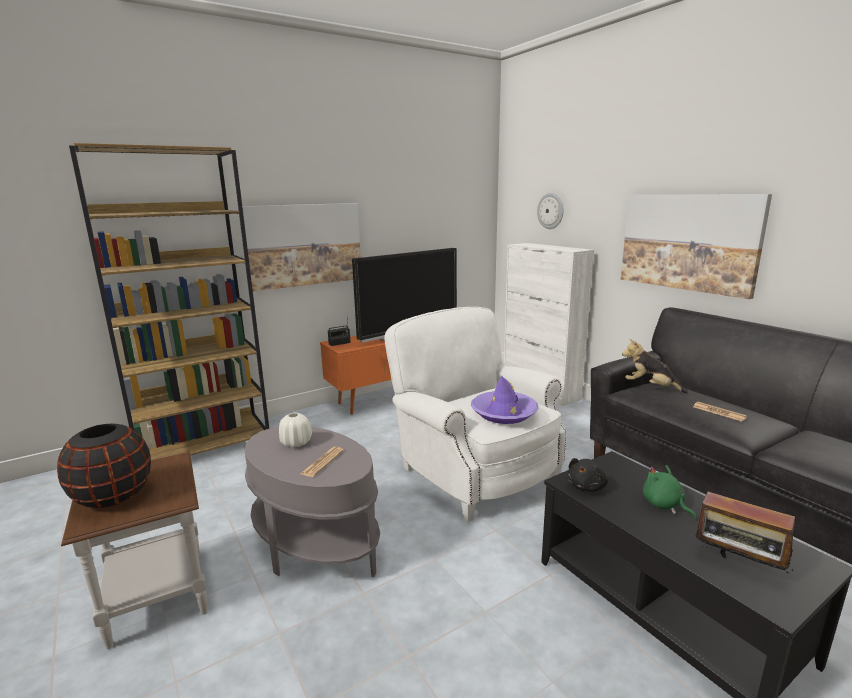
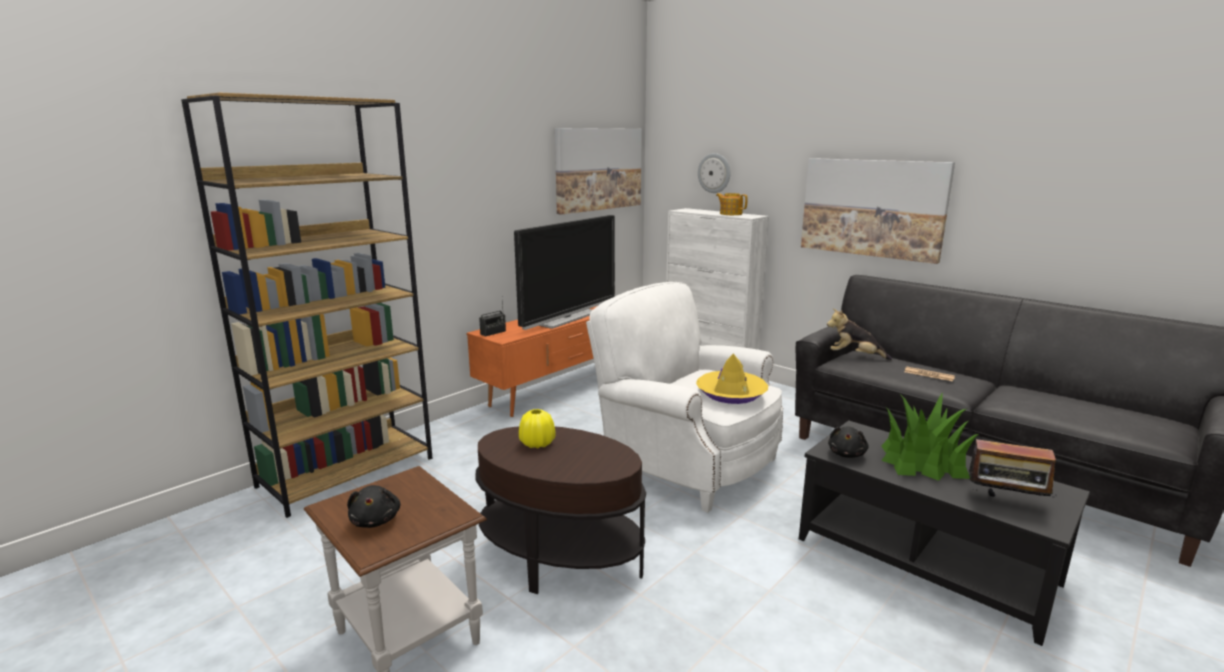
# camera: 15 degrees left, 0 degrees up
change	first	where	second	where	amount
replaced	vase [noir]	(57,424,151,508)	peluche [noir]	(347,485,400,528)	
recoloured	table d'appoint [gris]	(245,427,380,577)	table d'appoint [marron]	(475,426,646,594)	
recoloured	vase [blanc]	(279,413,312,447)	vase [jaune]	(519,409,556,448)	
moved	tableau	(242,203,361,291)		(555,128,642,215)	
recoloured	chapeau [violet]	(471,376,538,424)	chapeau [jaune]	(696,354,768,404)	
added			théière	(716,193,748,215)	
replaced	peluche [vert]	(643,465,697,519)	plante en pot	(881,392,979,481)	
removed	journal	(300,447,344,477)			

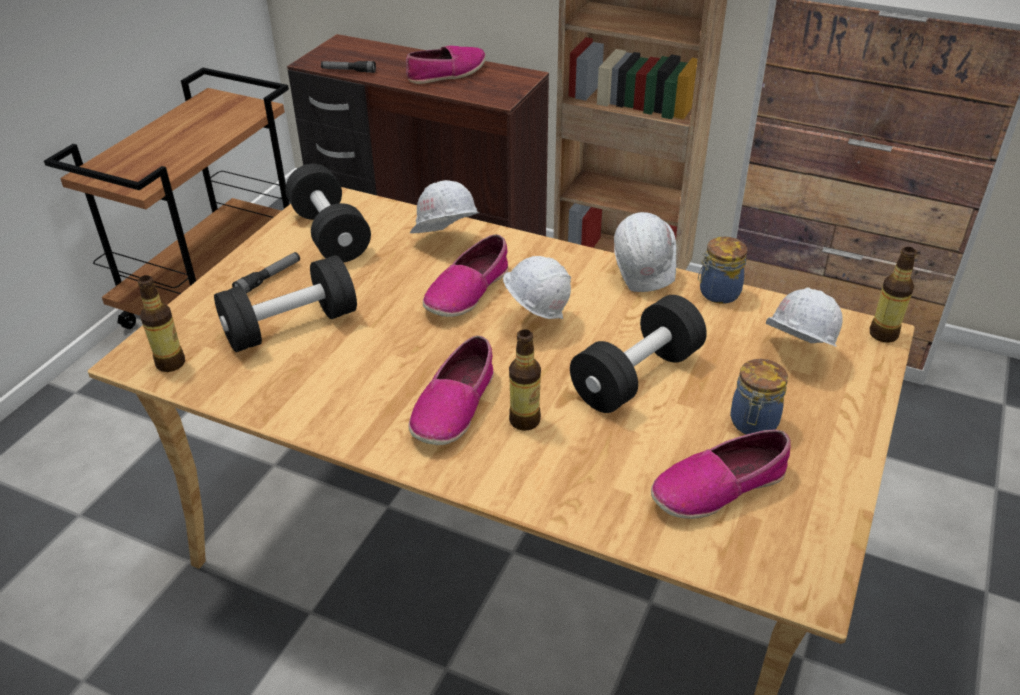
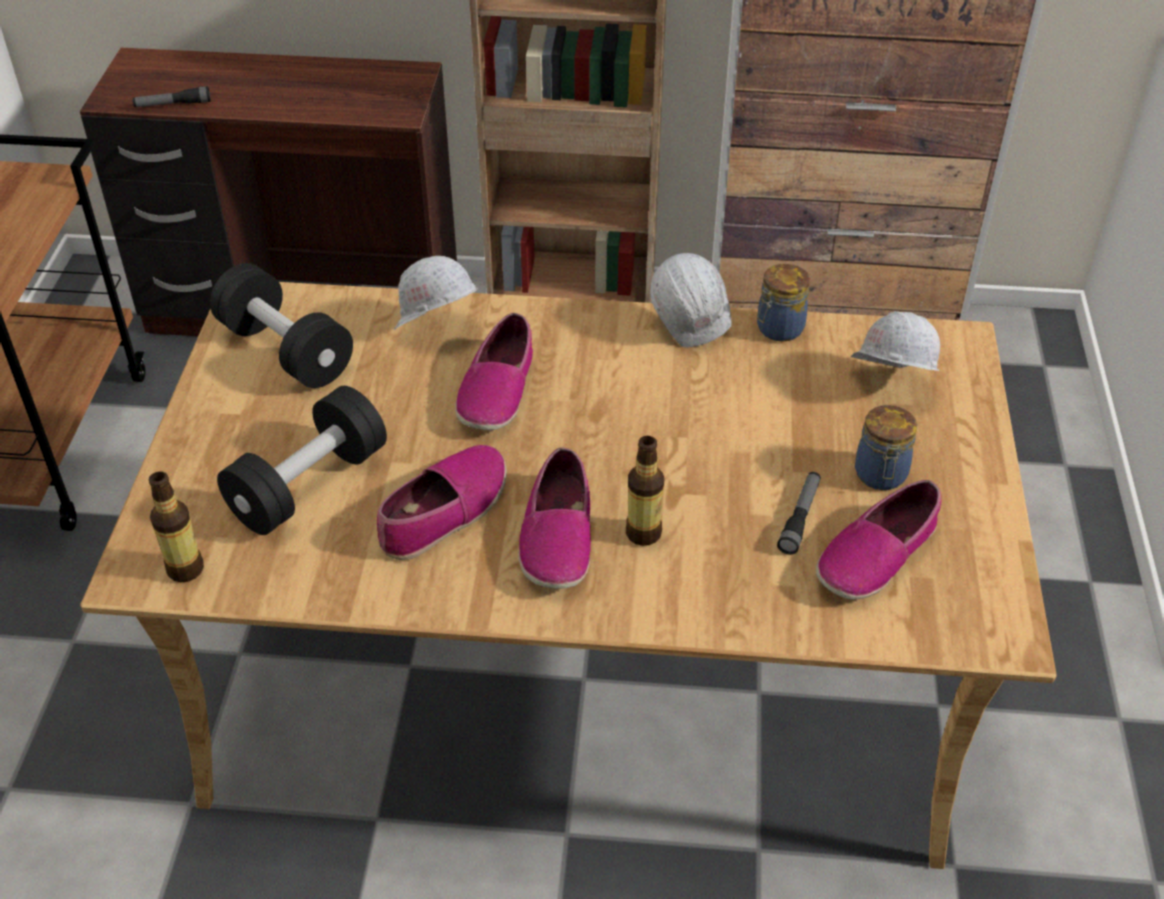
# camera: 20 degrees left, 5 degrees up
change	first	where	second	where	amount
moved	chaussure	(406,46,486,84)		(377,445,506,560)	
moved	lampe de poche	(232,252,300,293)		(777,472,820,555)	
removed	casque de chantier [blanc]	(503,256,571,319)			
removed	haltère [noir]	(570,295,707,413)			
removed	bouteille	(870,247,917,343)			

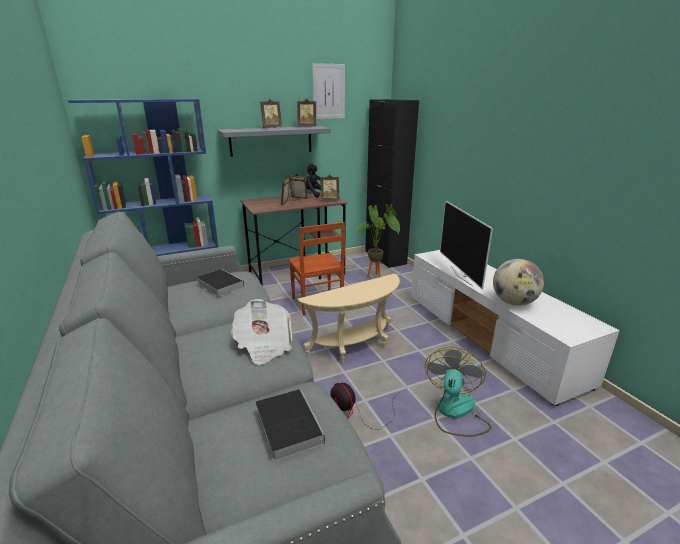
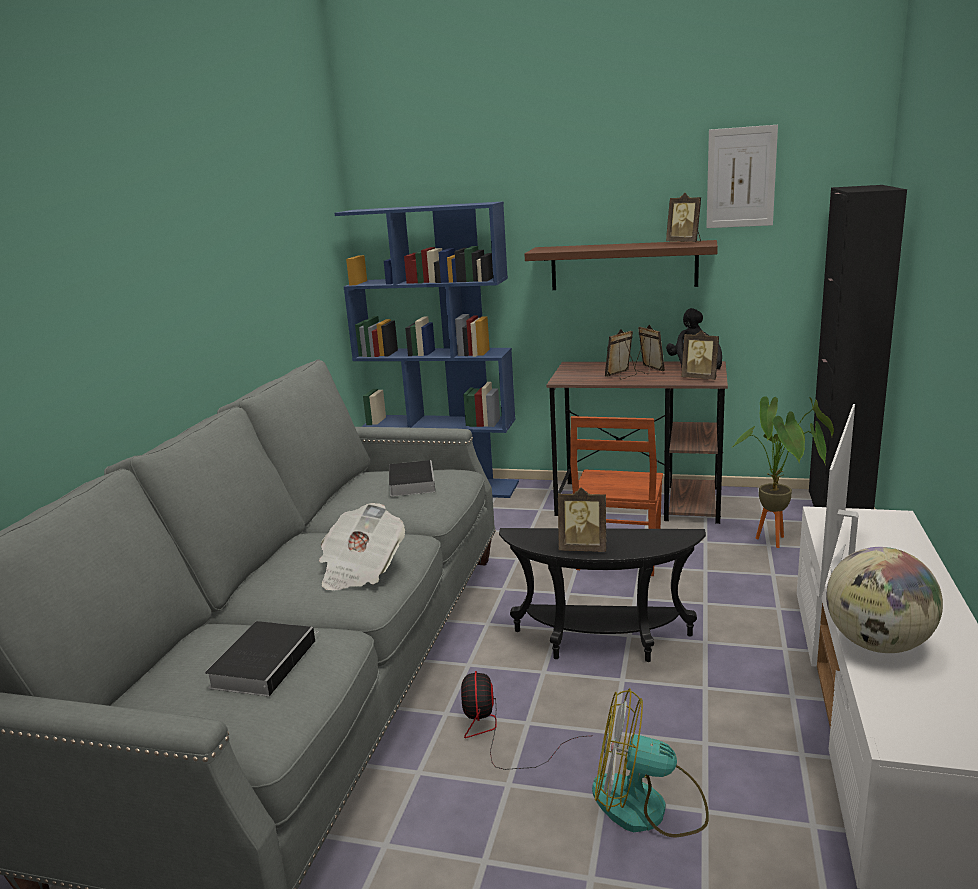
# camera: 40 degrees right, 5 degrees down
change	first	where	second	where	amount
recoloured	table d'appoint [beige]	(297,274,400,363)	table d'appoint [noir]	(499,528,706,662)	
recoloured	étagère [gris]	(217,126,331,157)	étagère [marron]	(525,240,718,290)	
moved	cadre photo	(260,99,282,128)		(558,487,606,552)	
turned	ventilateur	(425,347,491,437)		(592,688,709,838)	135 degrees counterclockwise

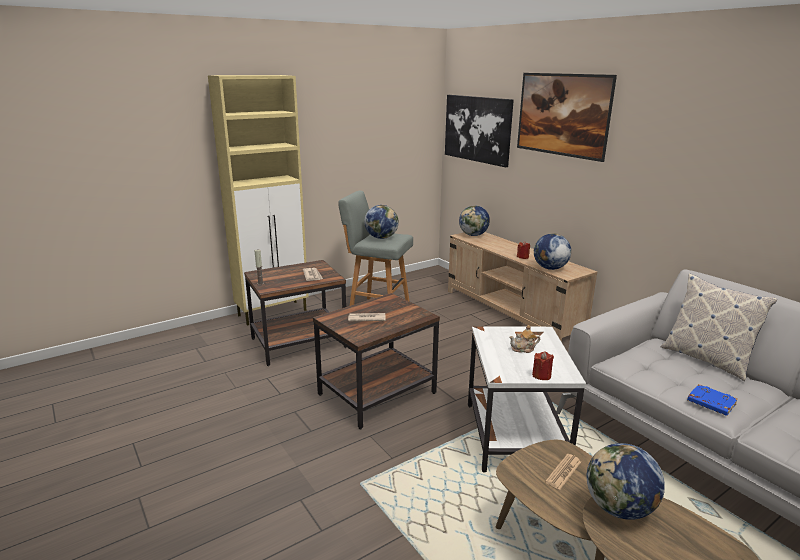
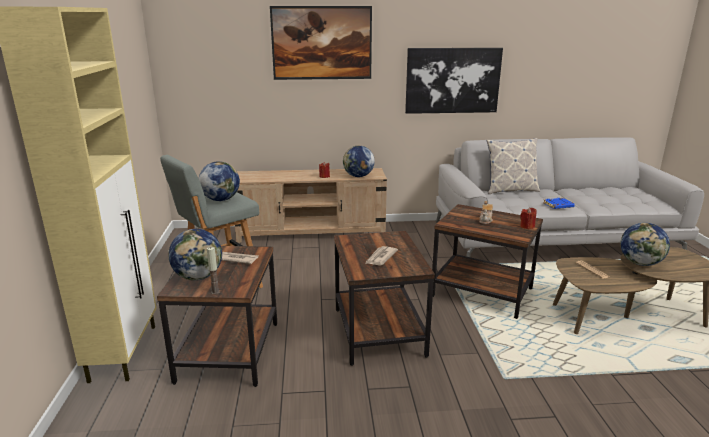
# camera: 60 degrees left, 0 degrees up
change	first	where	second	where	amount
moved	globe	(459,205,490,236)		(168,229,222,281)	
moved	tableau	(445,95,514,167)		(405,48,503,114)	
recoloured	table d'appoint [blanc]	(468,326,586,473)	table d'appoint [marron]	(432,204,543,319)	

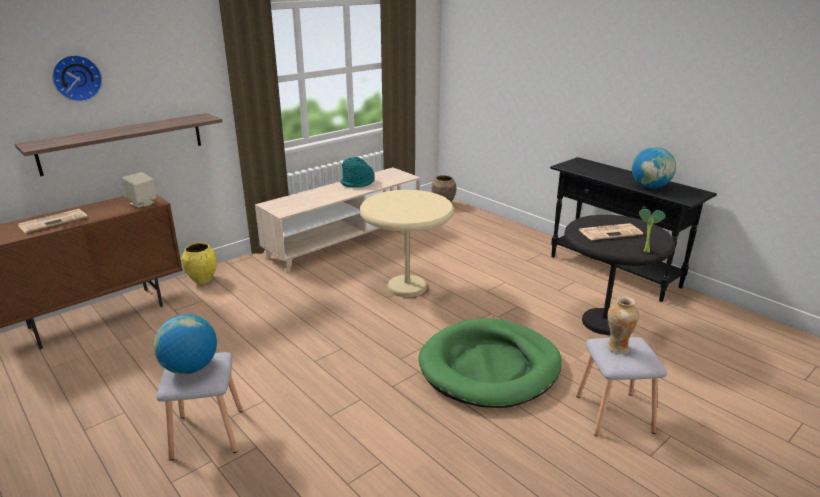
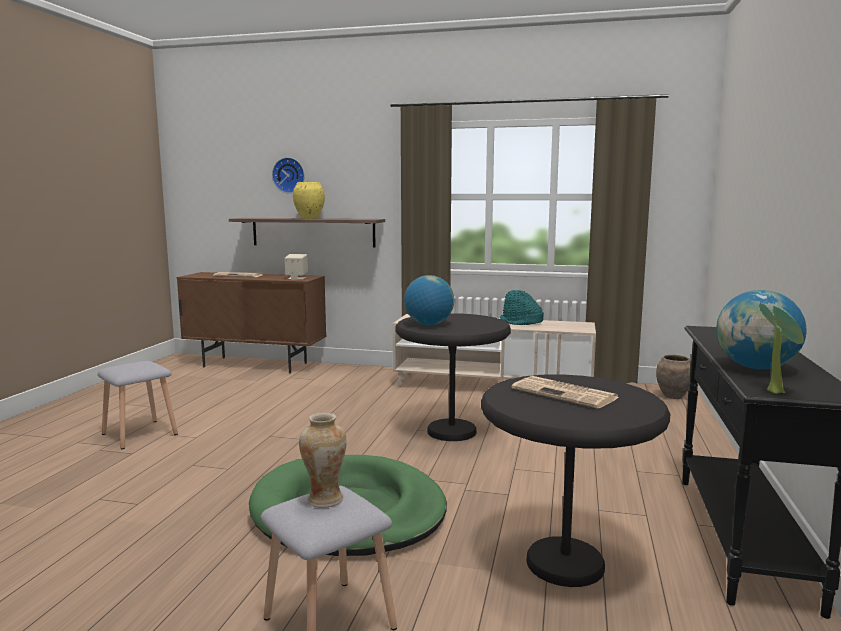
# camera: 55 degrees right, 15 degrees down
change	first	where	second	where	amount
moved	vase [jaune]	(182,243,217,284)		(293,182,325,219)	
recoloured	table d'appoint [beige]	(360,190,454,297)	table d'appoint [noir]	(395,313,511,441)	
moved	globe	(154,314,217,374)		(404,275,454,325)	
moved	plante en pot	(639,209,666,253)		(759,303,804,394)	

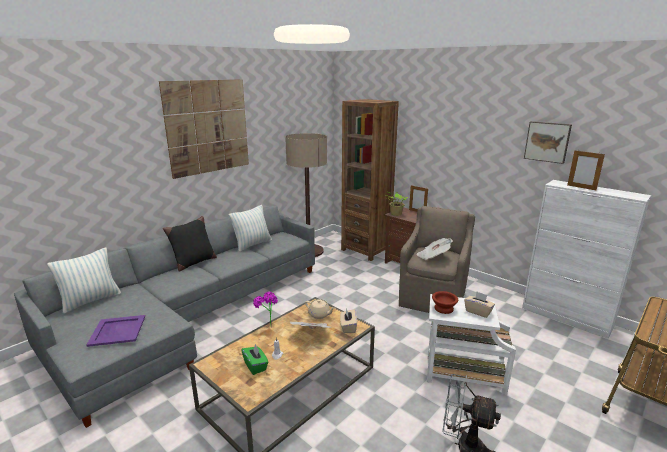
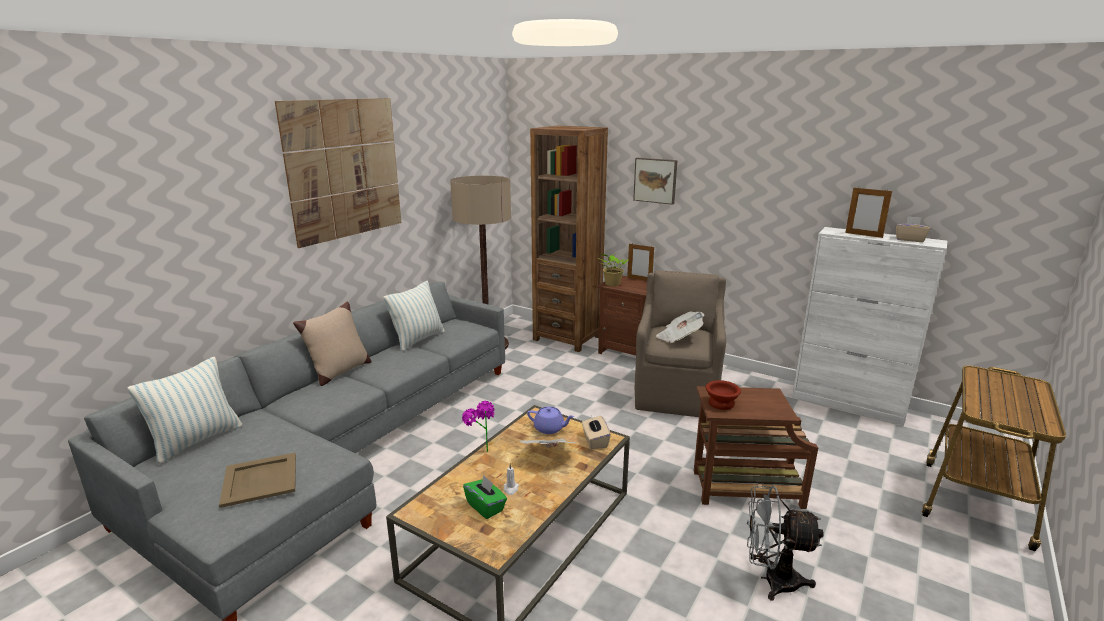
# camera: 10 degrees left, 0 degrees up
change	first	where	second	where	amount
recoloured	plateau [violet]	(86,315,145,347)	plateau [beige]	(219,453,296,508)	
recoloured	coussin [noir]	(163,216,217,272)	coussin [beige]	(293,302,372,386)	
recoloured	théière [beige]	(305,299,335,319)	théière [violet]	(527,407,574,434)	
moved	tableau	(524,121,572,164)		(633,158,678,205)	
recoloured	table d'appoint [blanc]	(427,294,516,395)	table d'appoint [marron]	(694,386,818,509)	
moved	boîte à mouchoirs [beige]	(464,291,495,318)		(895,216,930,242)	

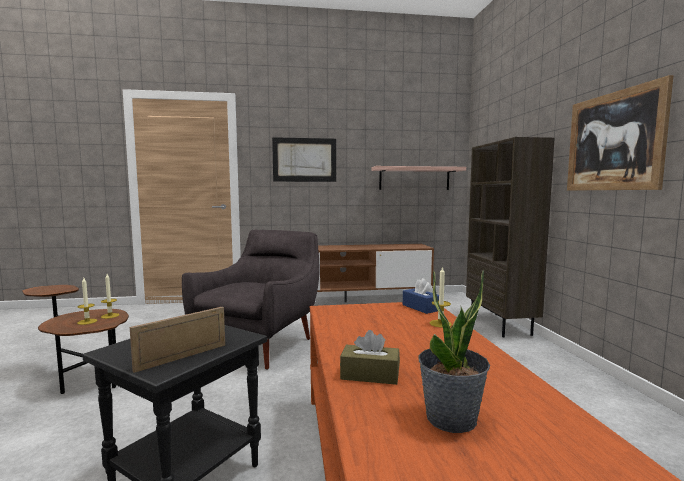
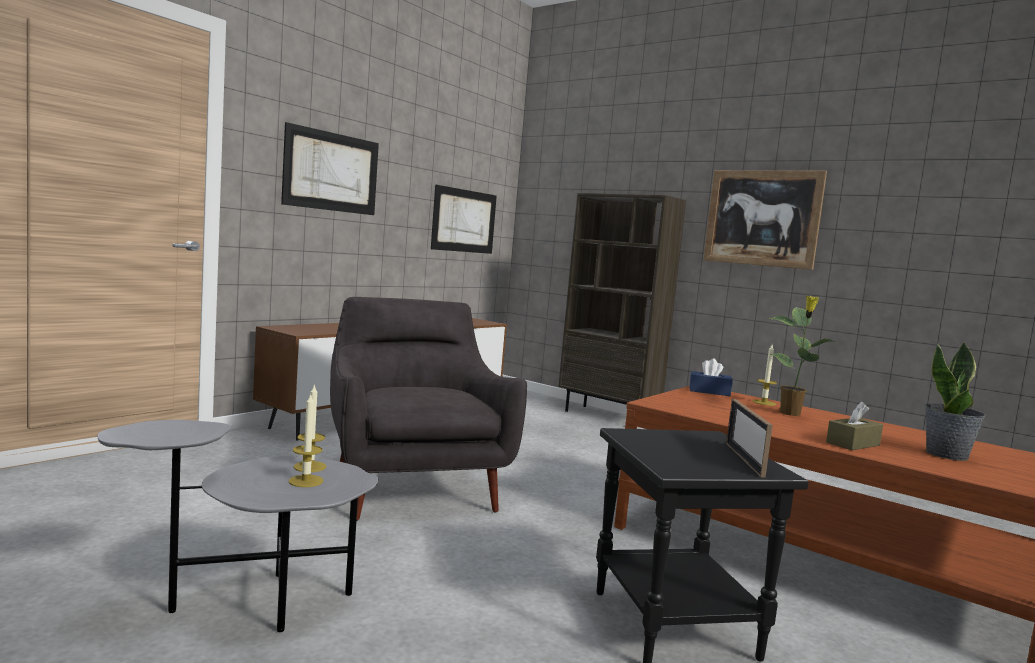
# camera: 45 degrees left, 0 degrees up
change	first	where	second	where	amount
recoloured	table d'appoint [marron]	(22,285,129,394)	table d'appoint [gris]	(97,420,378,632)	
replaced	étagère	(371,166,466,190)	tableau	(431,185,497,254)	
added			plante en pot	(769,296,837,416)	

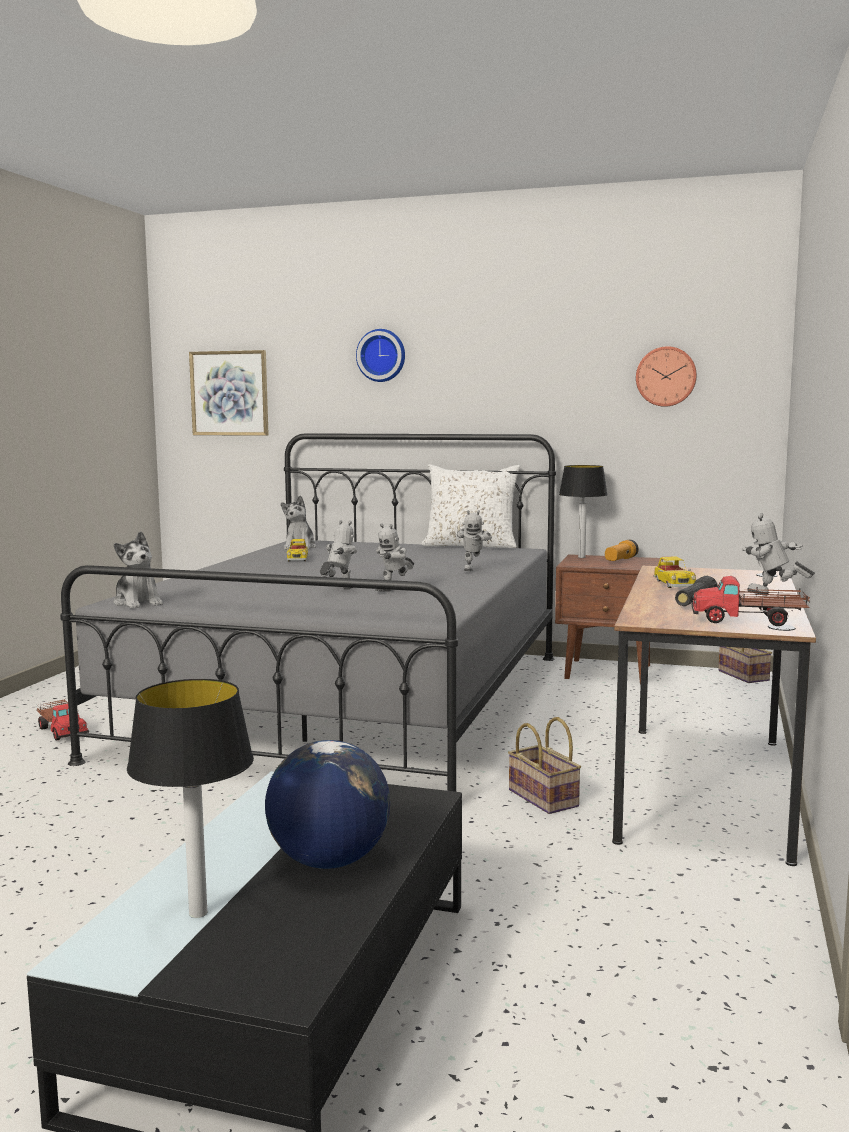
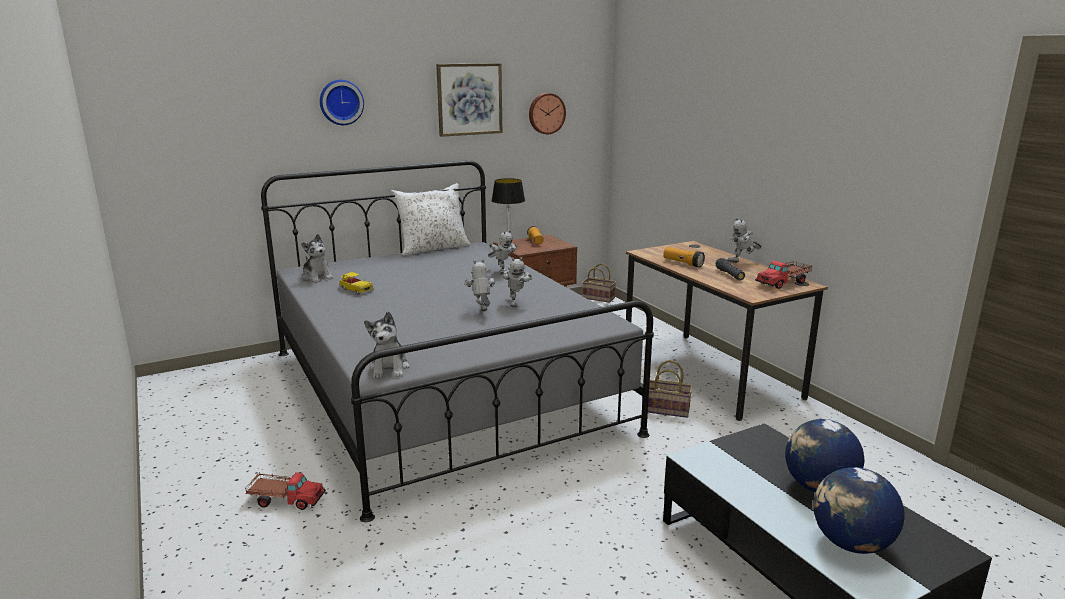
# camera: 45 degrees left, 10 degrees up
change	first	where	second	where	amount
turned	peluche	(114,531,163,609)		(364,311,410,378)	75 degrees clockwise
moved	tableau	(189,350,269,436)		(436,63,502,137)	
replaced	petite voiture	(654,557,696,588)	lampe de poche	(664,247,705,267)	
replaced	lampe de table	(127,679,254,918)	globe	(813,467,905,554)	

